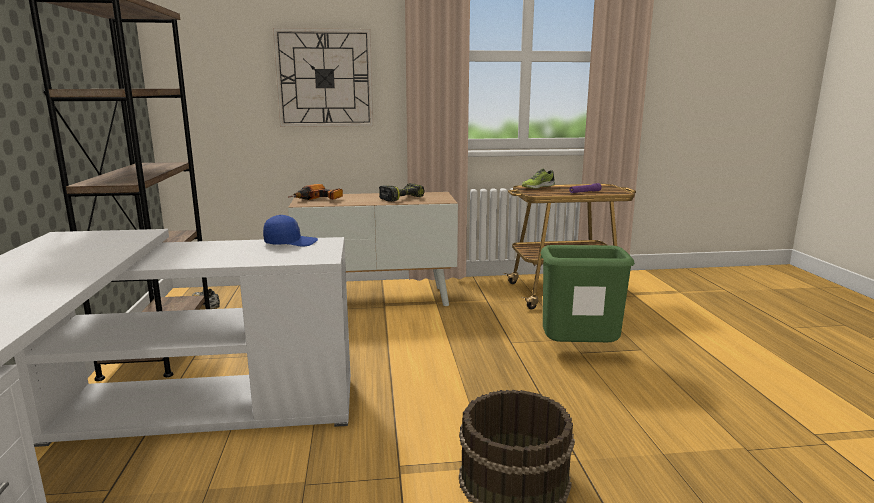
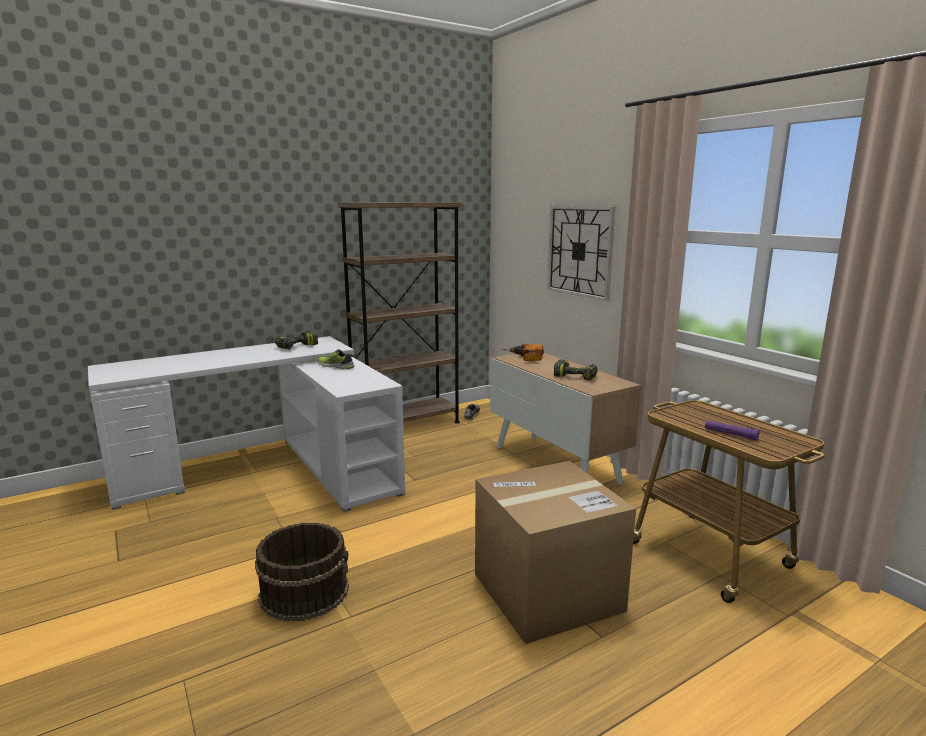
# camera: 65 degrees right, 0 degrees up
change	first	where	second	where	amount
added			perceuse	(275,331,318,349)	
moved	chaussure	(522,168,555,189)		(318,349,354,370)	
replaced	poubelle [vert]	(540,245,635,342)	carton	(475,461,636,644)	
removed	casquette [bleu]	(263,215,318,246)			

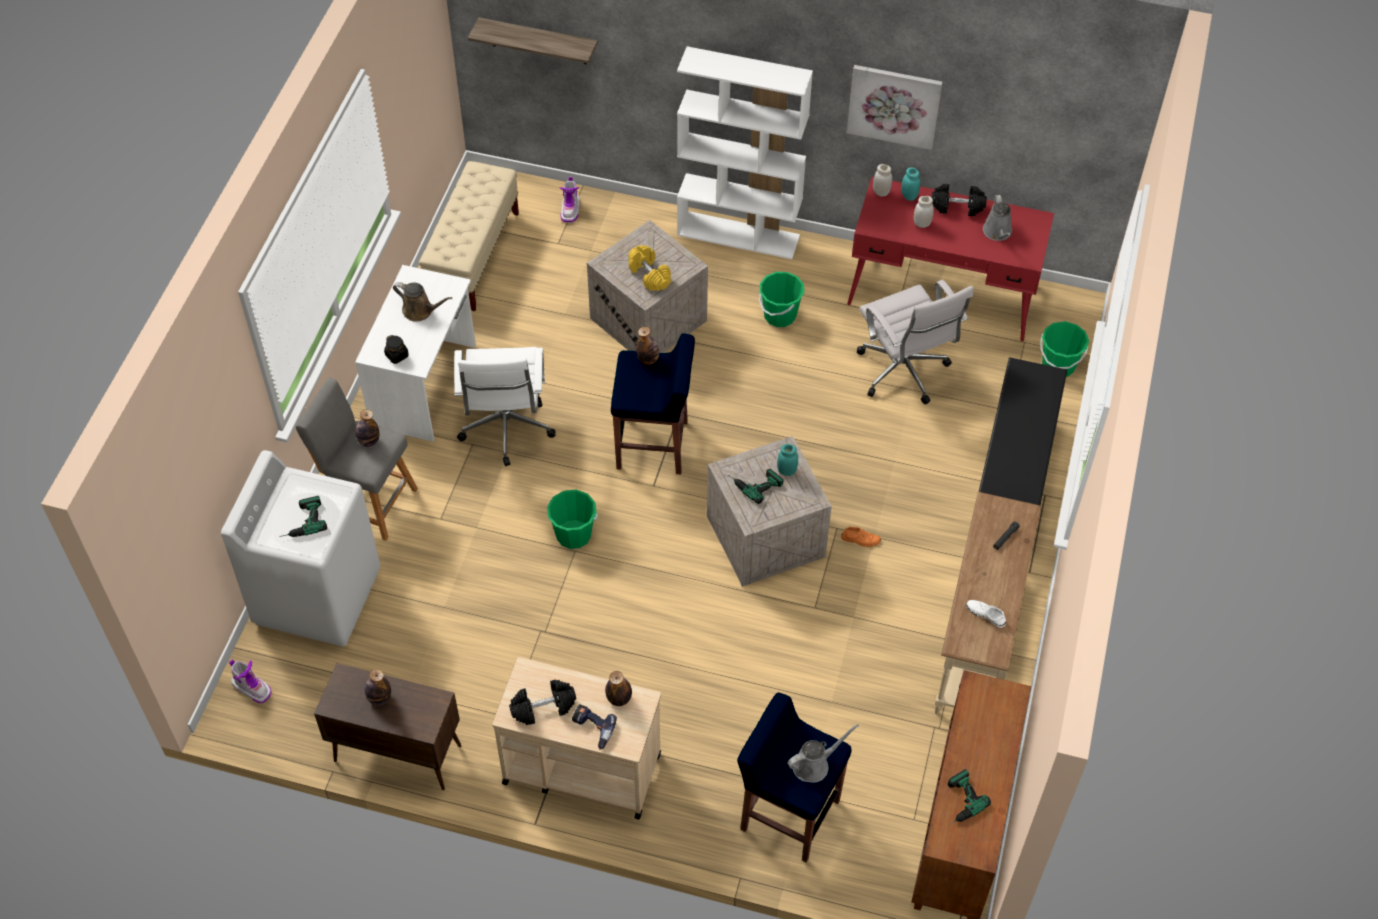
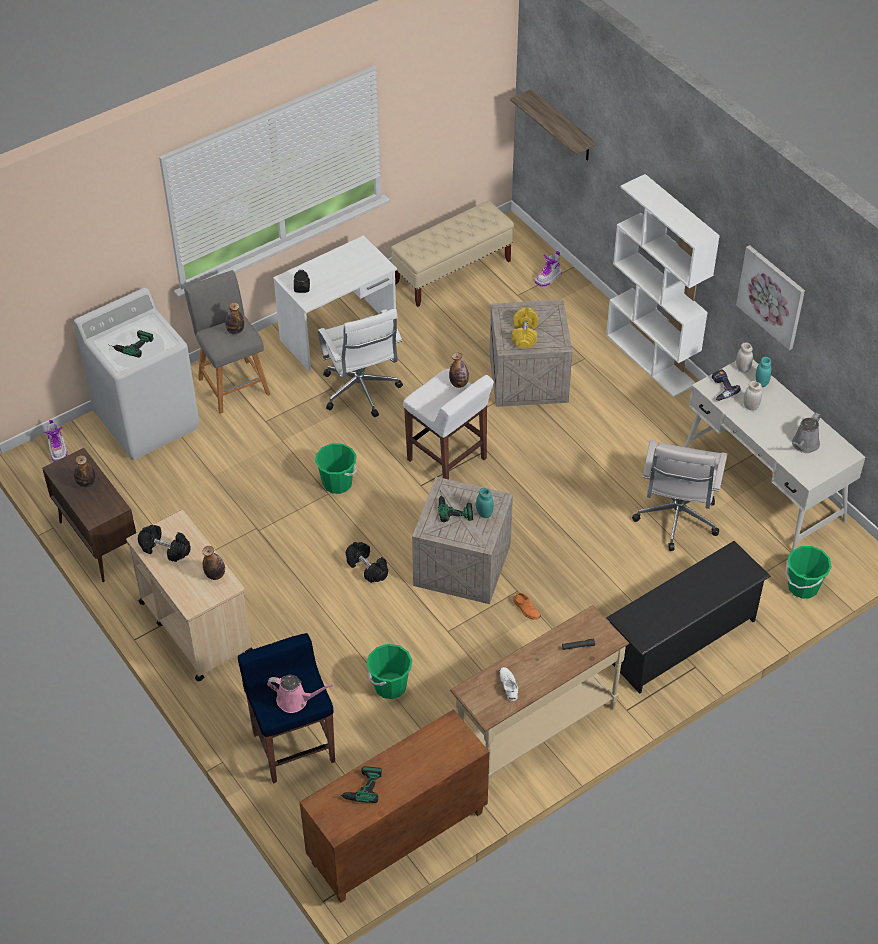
# camera: 40 degrees right, 5 degrees down
change	first	where	second	where	amount
recoloured	arrosoir [gris]	(787,724,859,783)	arrosoir [rose]	(267,675,333,713)	
turned	chaise de bureau [blanc]	(454,347,556,466)		(318,308,403,417)	60 degrees counterclockwise
moved	haltère [noir]	(932,184,987,216)		(346,542,388,583)	
moved	seau [vert]	(759,272,804,327)		(366,644,412,699)	
recoloured	tabouret [bleu]	(611,333,695,474)	tabouret [blanc]	(403,369,494,479)	
recoloured	bureau [rouge]	(847,177,1054,342)	bureau [blanc]	(685,360,865,550)	
moved	perceuse	(572,704,617,750)		(712,369,741,401)	
removed	arrosoir [marron]	(393,282,452,321)			

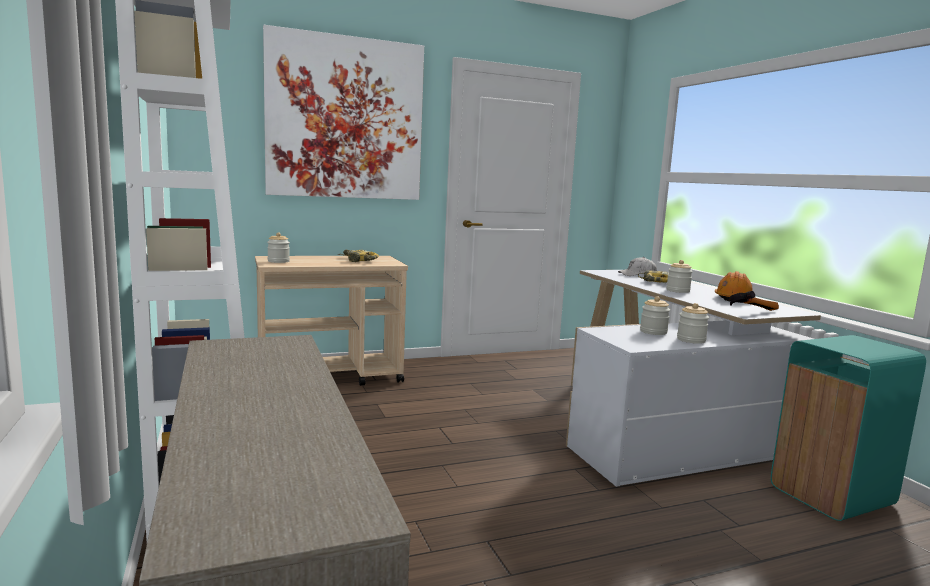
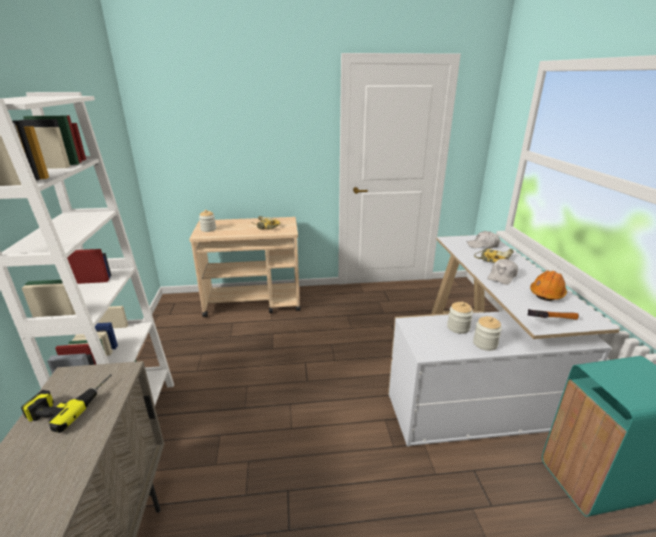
# camera: 15 degrees right, 15 degrees up
change	first	where	second	where	amount
added			perceuse	(21,374,112,433)	
replaced	bocal	(666,260,693,293)	casquette [blanc]	(487,259,518,285)	
removed	tableau	(263,25,424,200)			

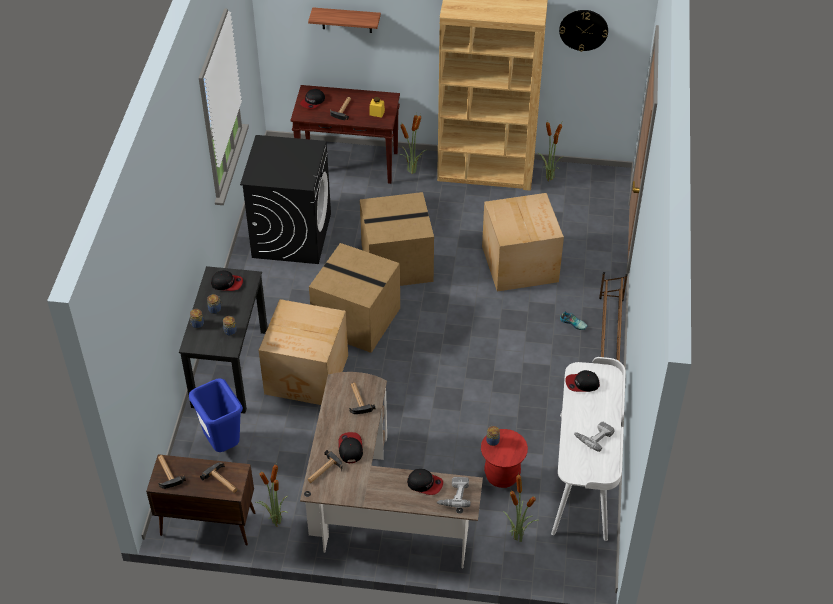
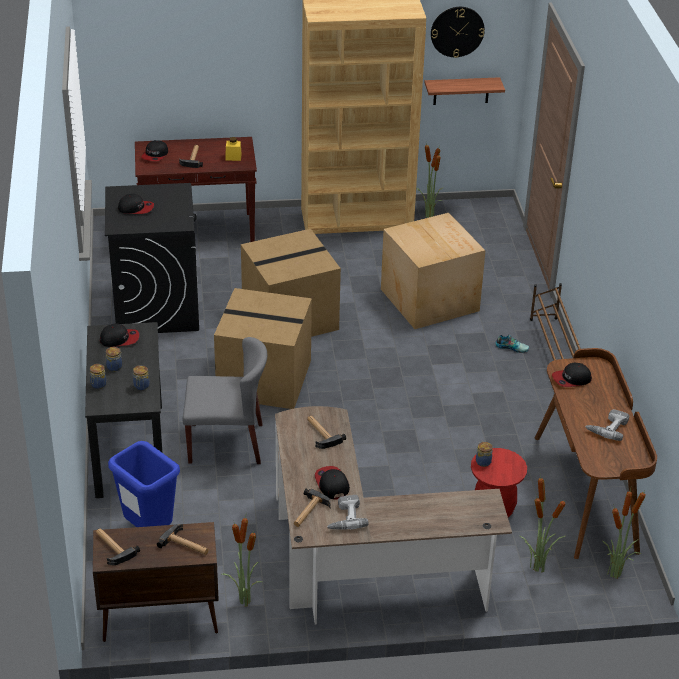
# camera: 15 degrees left, 10 degrees down
change	first	where	second	where	amount
moved	casquette	(407,469,443,495)		(118,194,154,214)	
replaced	carton	(259,299,348,405)	chaise [gris]	(183,337,267,464)	
moved	perceuse	(437,477,471,508)		(327,495,369,530)	
moved	étagère	(308,7,381,33)		(424,77,505,105)	
recoloured	bureau [blanc]	(551,357,626,541)	bureau [marron]	(535,348,657,559)	
moved	plante en pot	(399,113,426,174)		(603,489,646,579)	

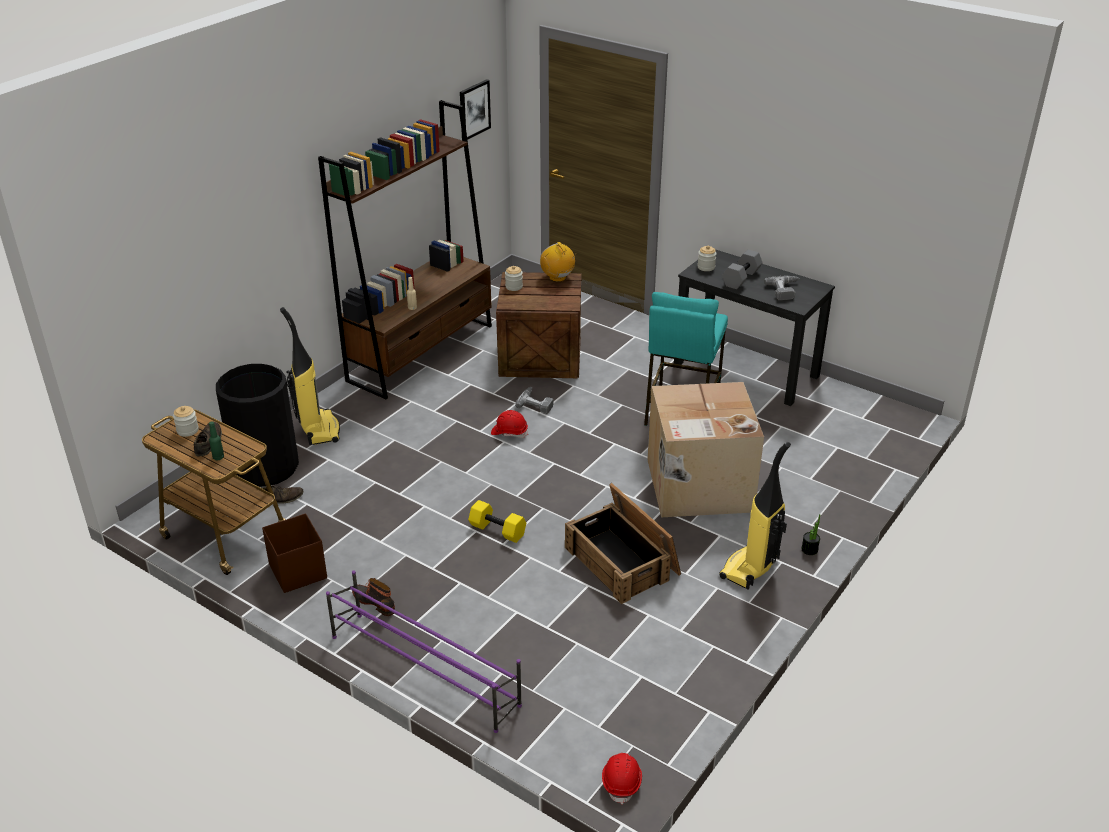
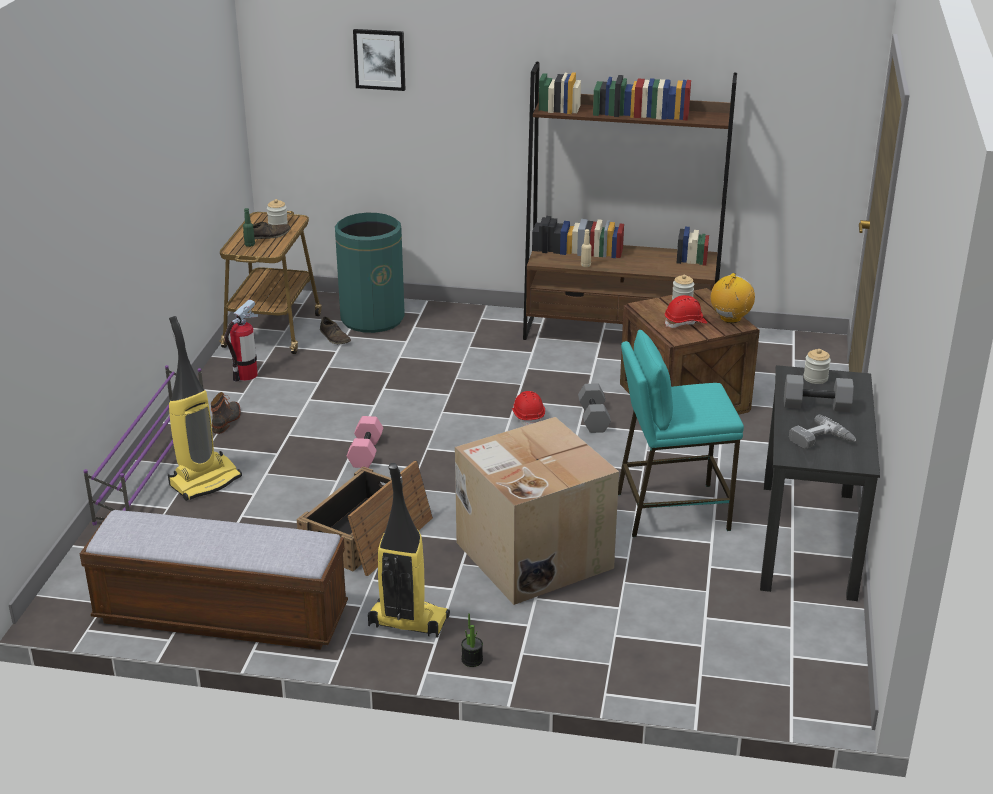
# camera: 65 degrees right, 5 degrees down
change	first	where	second	where	amount
added			banc	(80,510,348,650)	
moved	aspirateur	(280,307,340,445)		(168,316,242,501)	
replaced	boîte de rangement [marron]	(262,513,327,593)	extincteur	(224,299,258,382)	
recoloured	poubelle [noir]	(216,364,299,487)	poubelle [vert]	(335,213,405,333)	
recoloured	haltère [jaune]	(468,500,526,543)	haltère [rose]	(347,416,383,468)	
moved	tableau	(460,79,491,141)		(353,29,406,91)	
replaced	perceuse	(515,387,554,414)	haltère [gris]	(578,383,611,433)	
moved	casque de chantier [rouge]	(602,753,642,805)		(665,295,707,328)	

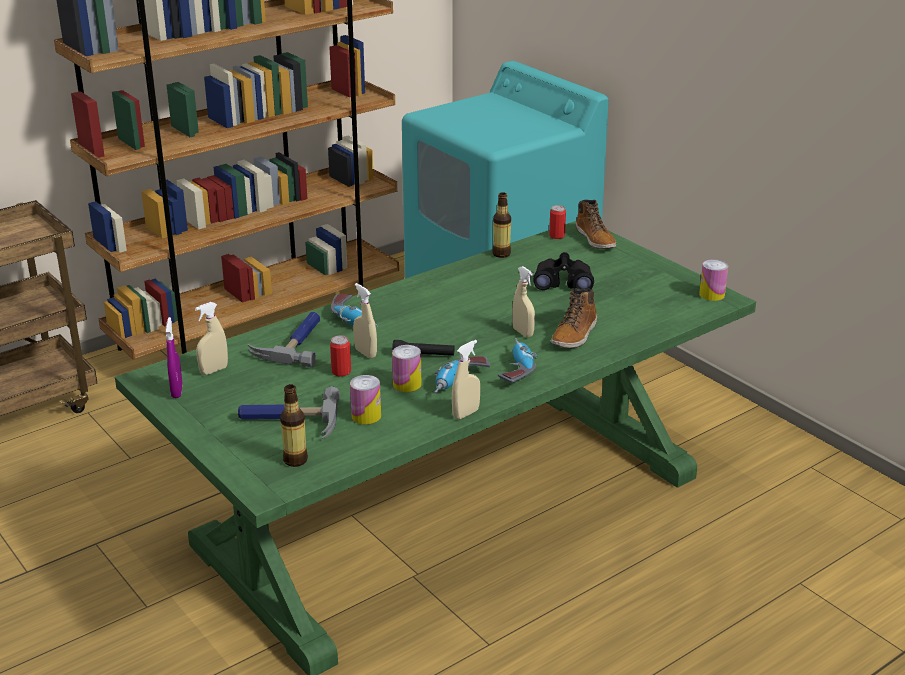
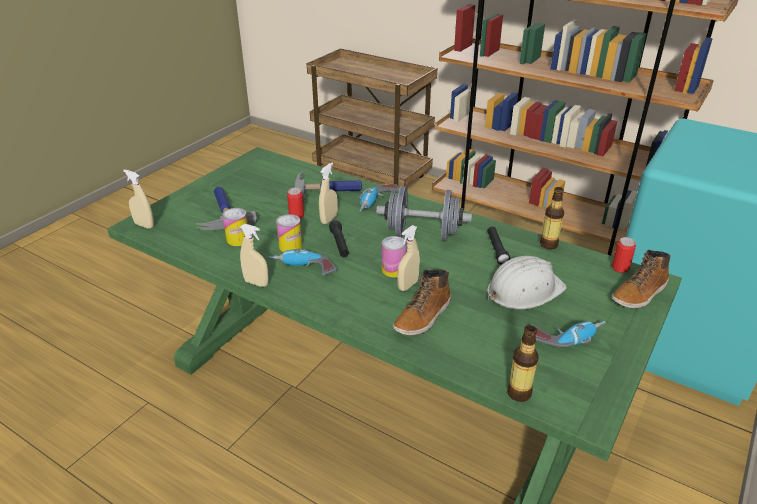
# camera: 70 degrees right, 5 degrees up
change	first	where	second	where	amount
moved	vaporisateur [beige]	(195,302,228,375)		(123,170,154,229)	
added			haltère [gris]	(376,186,472,242)	
moved	boîte métallique	(699,259,728,301)		(382,236,407,277)	
turned	botte	(551,288,597,348)		(393,269,451,336)	60 degrees counterclockwise
added			lampe de poche [noir]	(487,227,510,265)	
replaced	jumelles [noir]	(533,252,594,290)	casque de chantier [blanc]	(487,256,567,309)	
moved	bouteille	(280,384,308,467)		(507,325,539,402)	
moved	perceuse	(498,338,537,383)		(531,321,606,347)	
removed	vaporisateur [violet]	(166,317,183,398)			

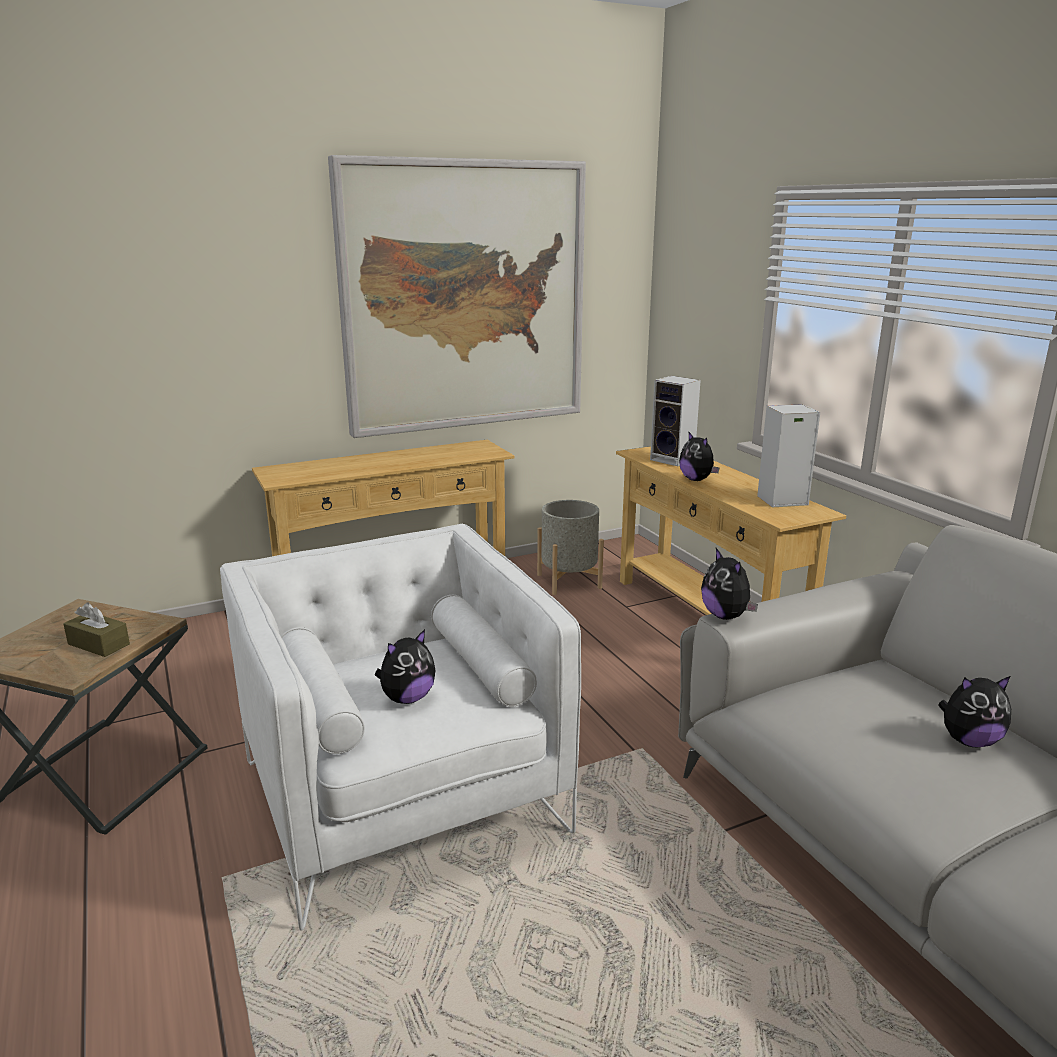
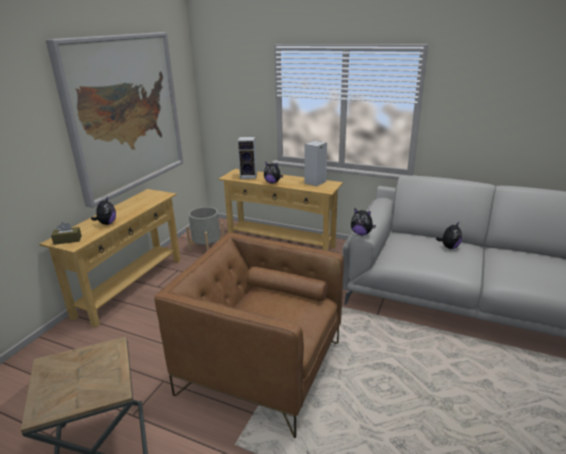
# camera: 40 degrees left, 5 degrees up
change	first	where	second	where	amount
moved	boîte à mouchoirs [marron]	(63,603,130,657)		(51,222,82,245)	
moved	peluche	(375,629,435,704)		(91,196,116,225)	
recoloured	fauteuil [blanc]	(220,524,581,930)	fauteuil [marron]	(154,233,344,438)	

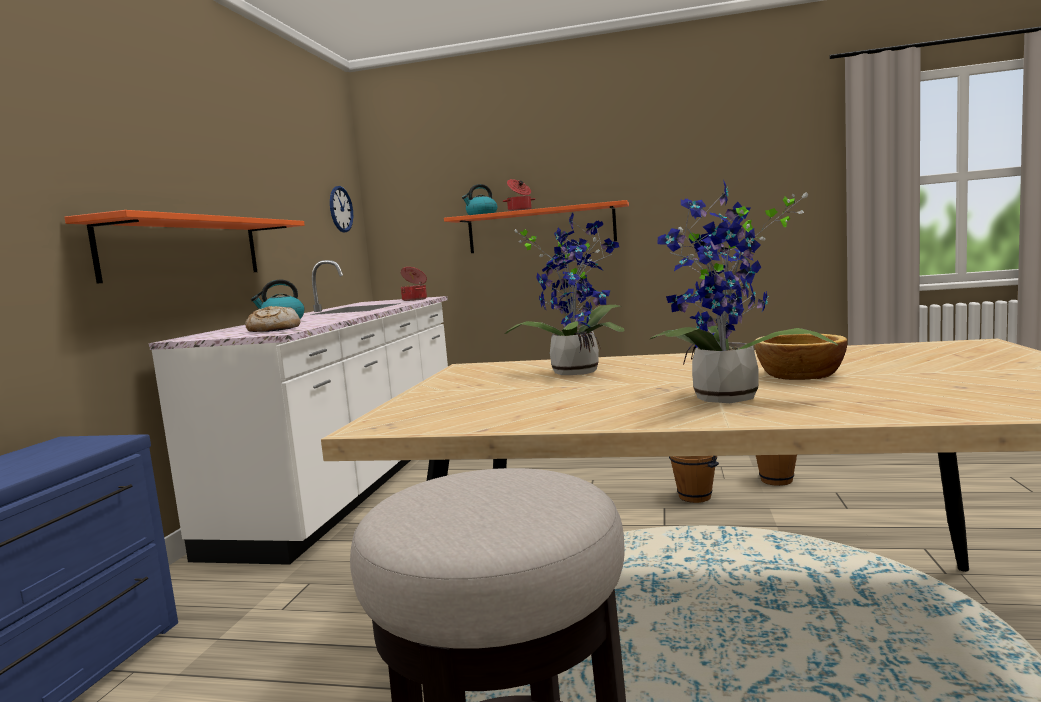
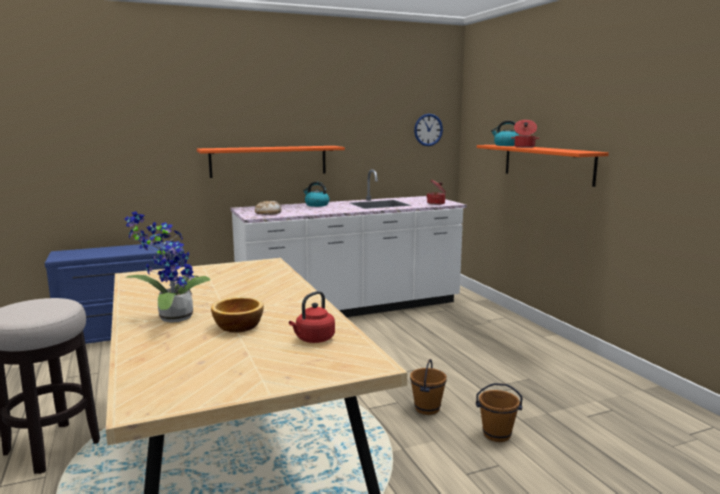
# camera: 55 degrees right, 5 degrees up
change	first	where	second	where	amount
added			bouilloire [rouge]	(289,291,335,343)	
removed	plante en pot	(505,213,625,375)			

